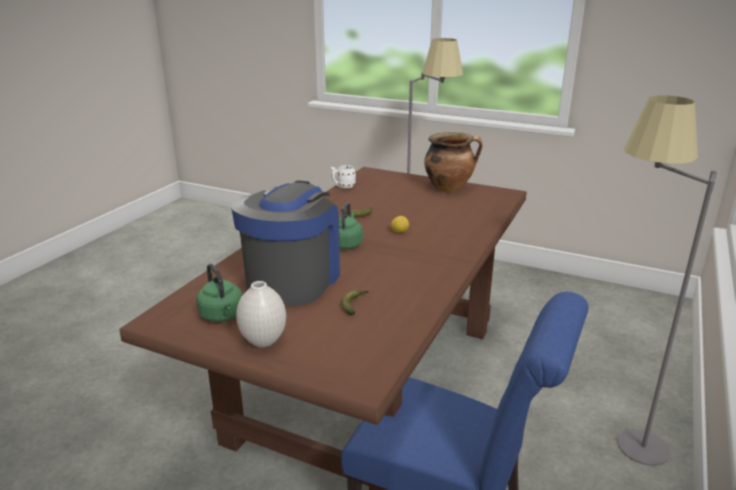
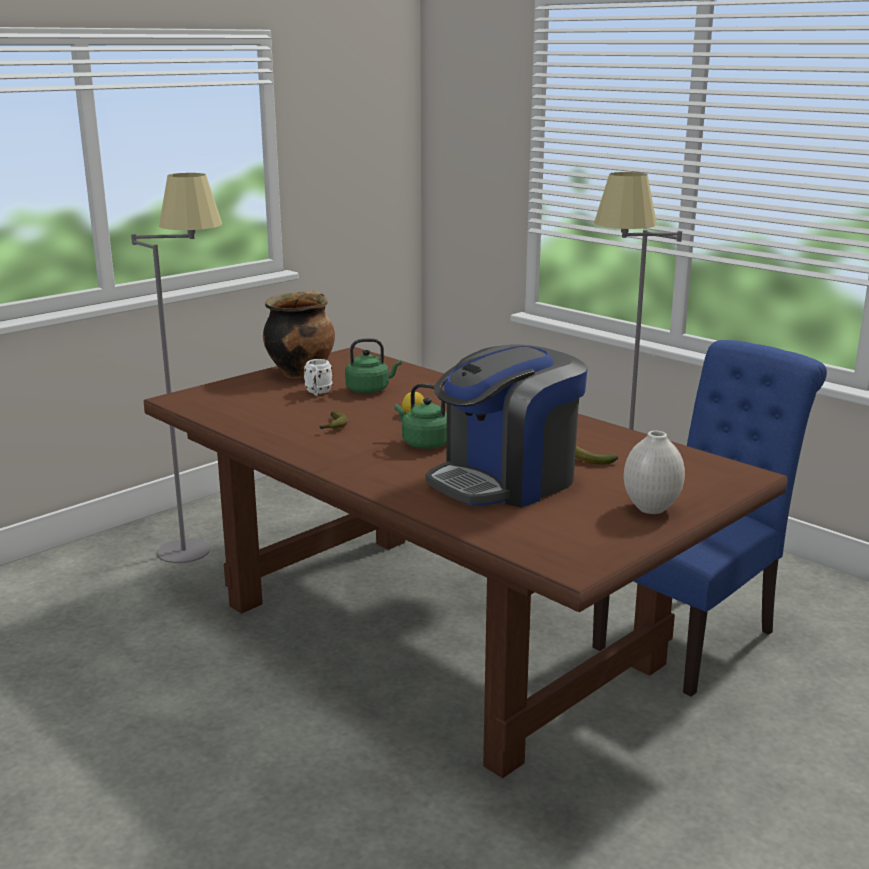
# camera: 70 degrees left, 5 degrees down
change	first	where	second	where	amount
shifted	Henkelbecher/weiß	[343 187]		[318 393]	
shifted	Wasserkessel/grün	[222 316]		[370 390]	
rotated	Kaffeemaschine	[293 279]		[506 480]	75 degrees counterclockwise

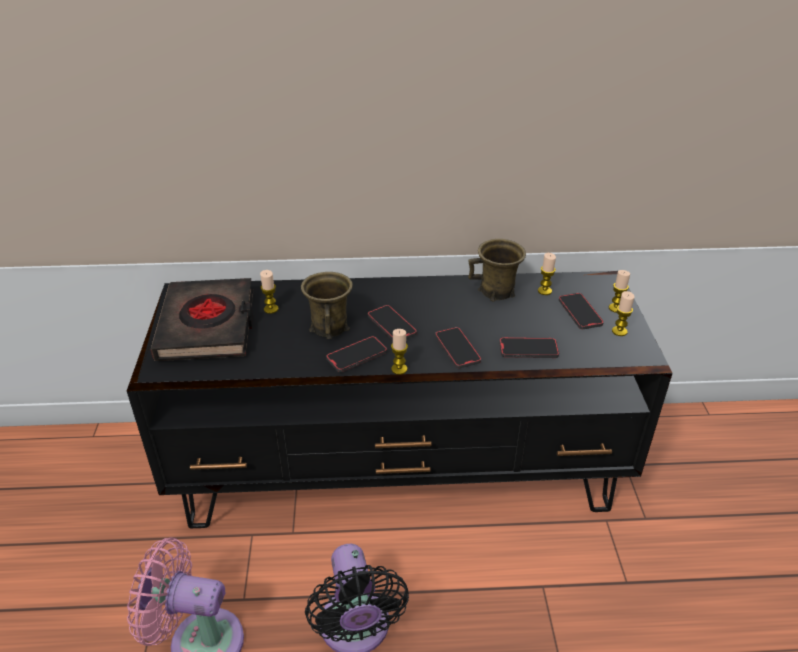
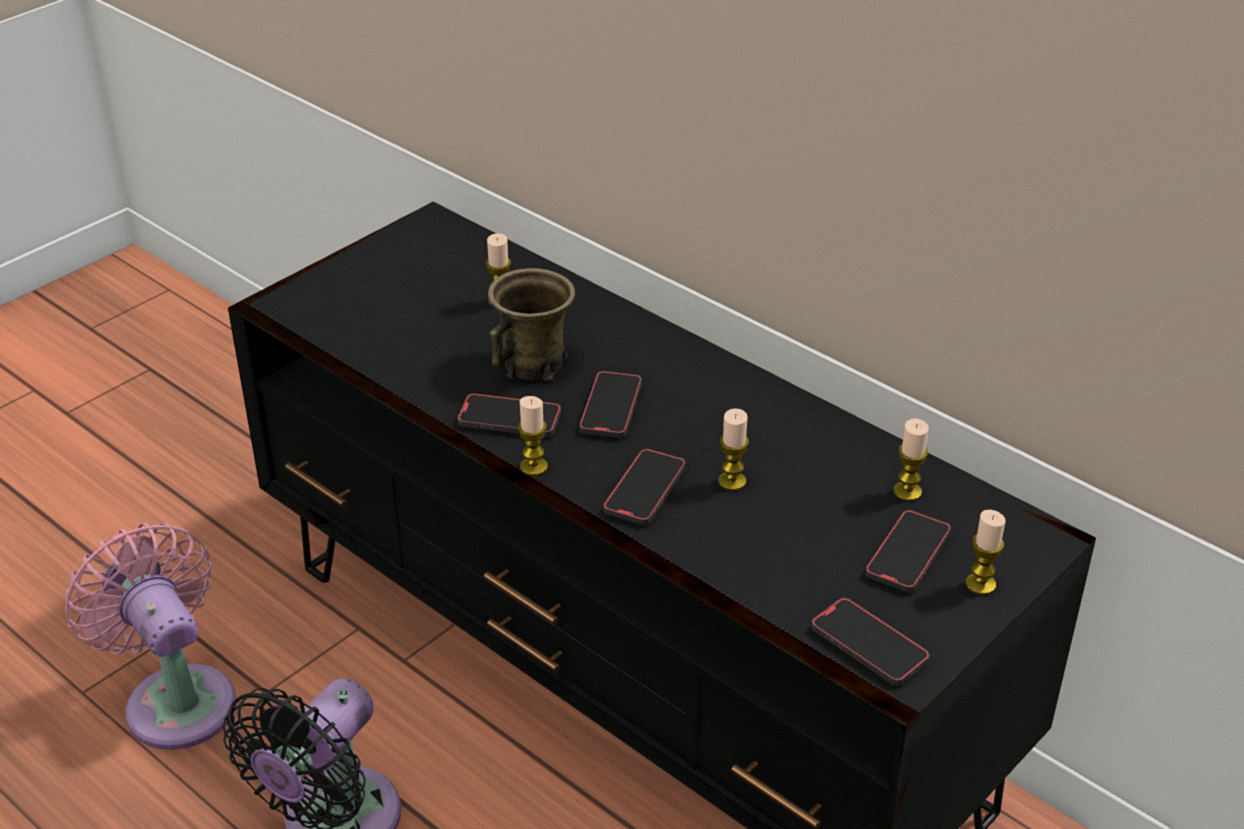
# camera: 45 degrees right, 0 degrees up
change	first	where	second	where	amount
shifted	Kerze	[619 331]		[732 481]	
shifted	Handy	[528 350]		[869 645]	
gone	Buch/schwarz	[208 326]			
gone	Henkelbecher/braun	[497 291]			

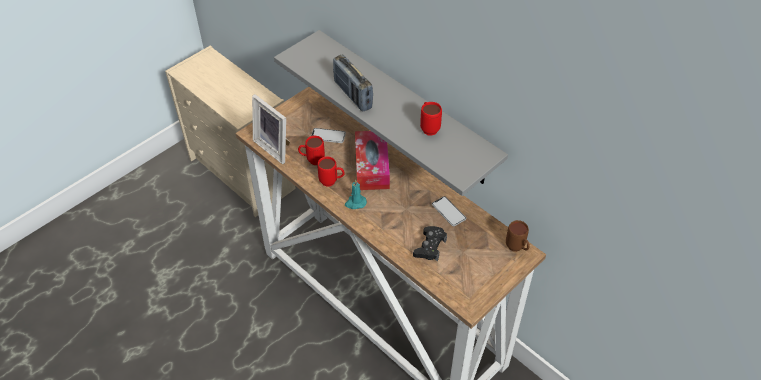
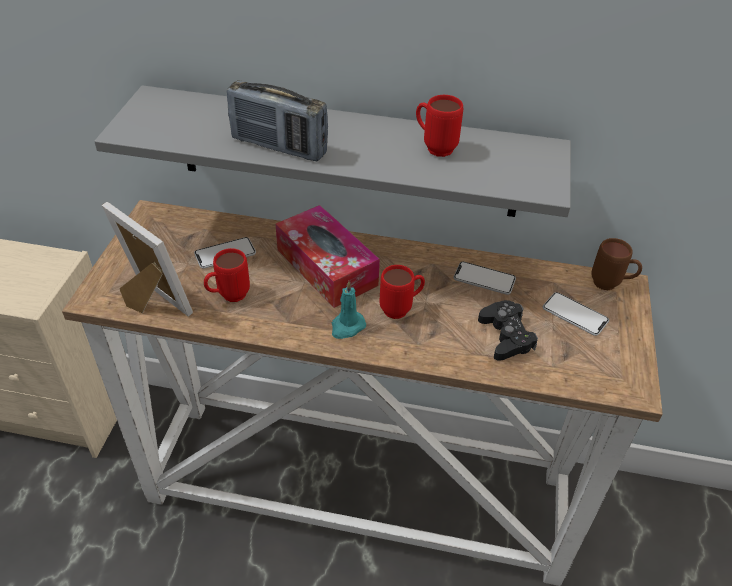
# camera: 35 degrees left, 5 degrees down
change	first	where	second	where	amount
rotated	Bilderrahmen	[275 147]		[151 303]	150 degrees counterclockwise
shifted	Henkelbecher/rot	[332 182]		[401 309]	
new			Handy	[575 315]	

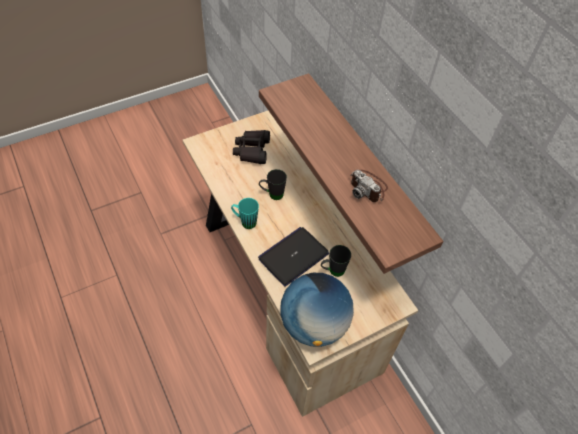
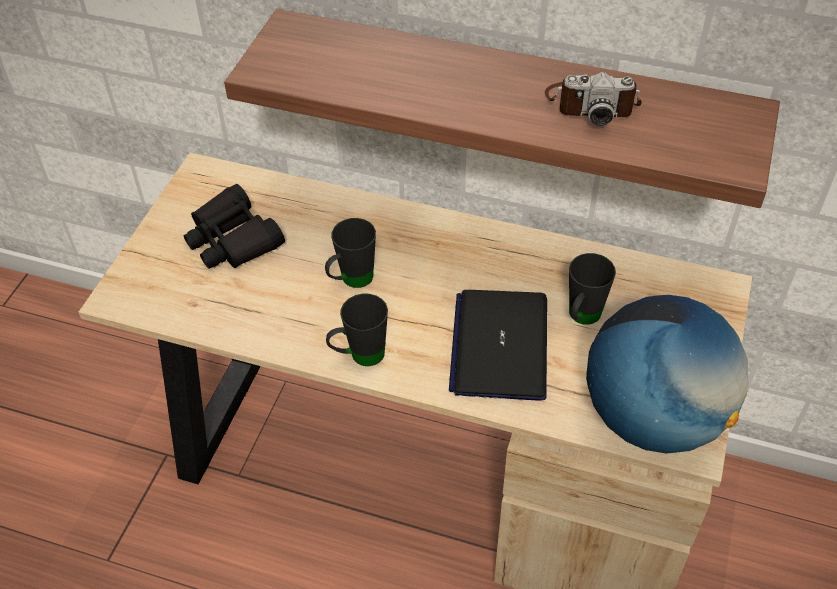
# camera: 40 degrees left, 5 degrees down
change	first	where	second	where	amount
repainted	Henkelbecher/türkis	[245 222]	Henkelbecher/schwarz	[359 356]	

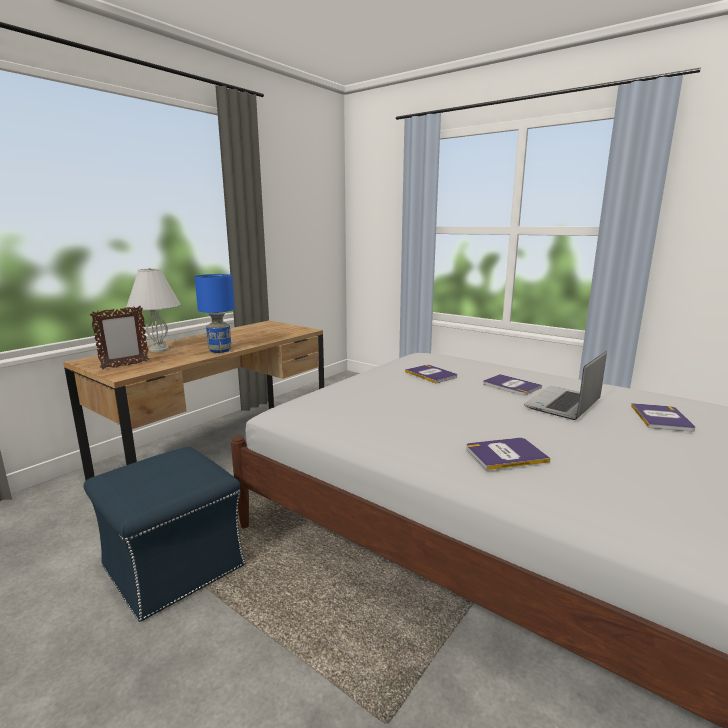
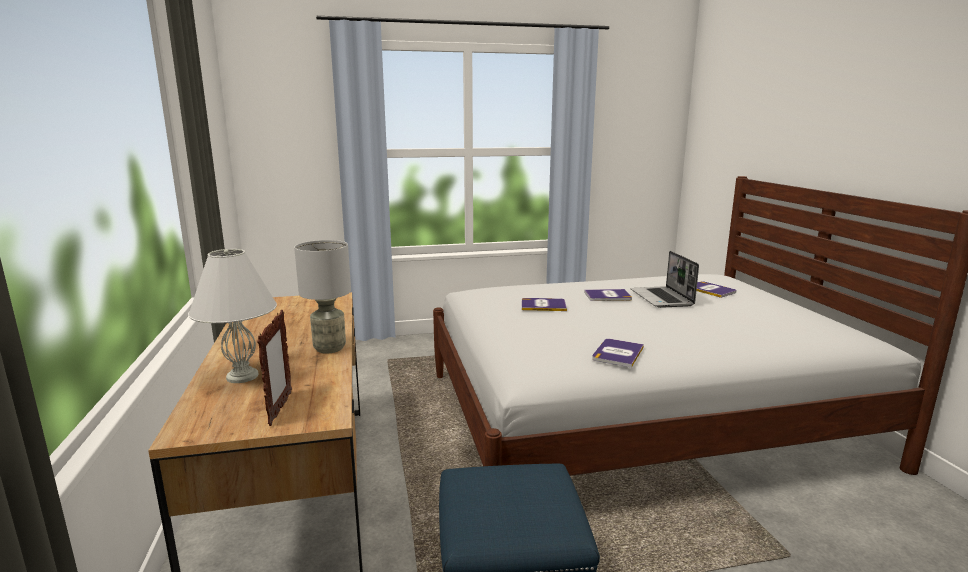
# camera: 50 degrees left, 0 degrees up
change	first	where	second	where	amount
repainted	Tischlampe/blau	[220 350]	Tischlampe/grau	[330 348]	
shifted	Buch	[505 454]		[618 353]	

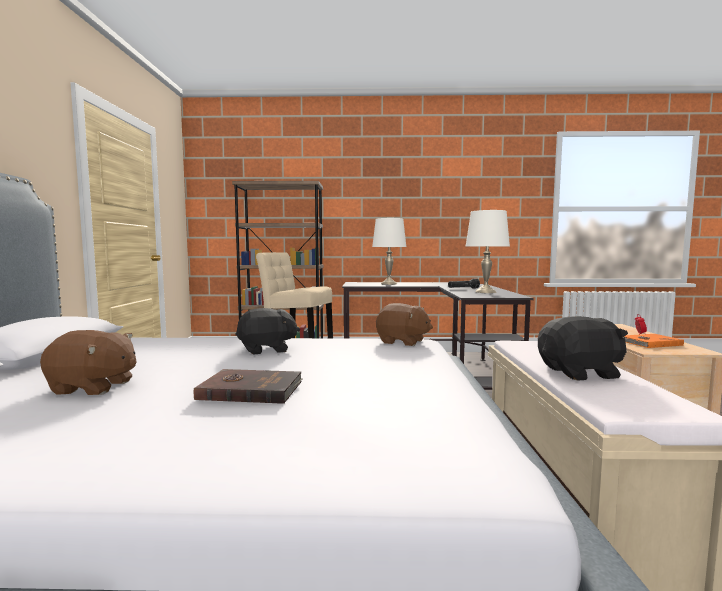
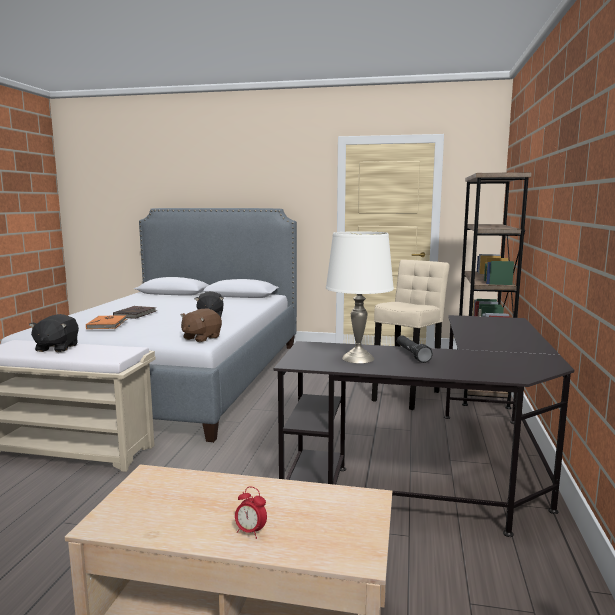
# camera: 100 degrees right, 5 degrees up
change	first	where	second	where	amount
shifted	Buch/orange	[649 343]		[108 324]	
gone	Plüschtier/braun	[93 387]			
gone	Tischlampe/weiß	[389 284]			

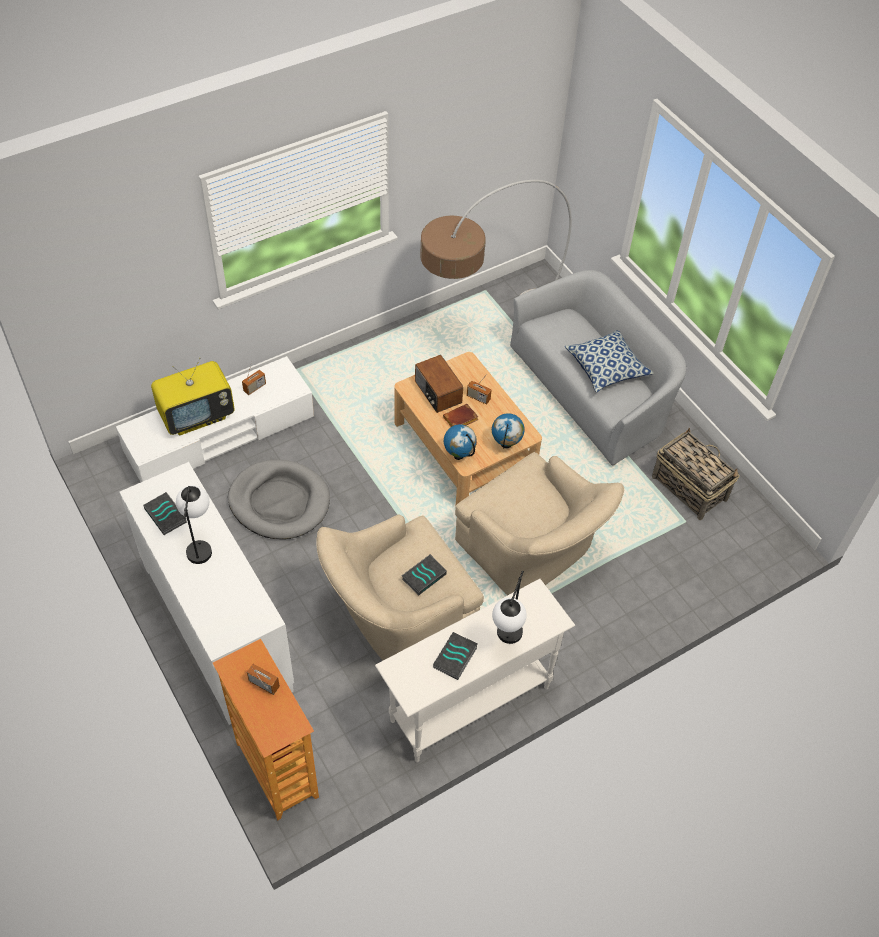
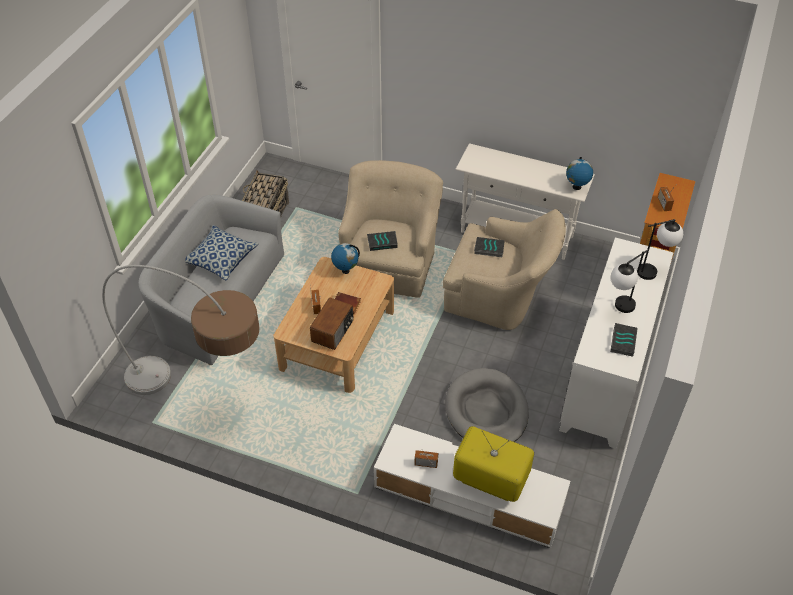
# camera: 125 degrees left, 5 degrees down
change	first	where	second	where	amount
shifted	Buch	[455 658]		[382 242]	
shifted	Globus	[459 455]		[576 187]	
shifted	Tischlampe	[506 641]		[654 270]	

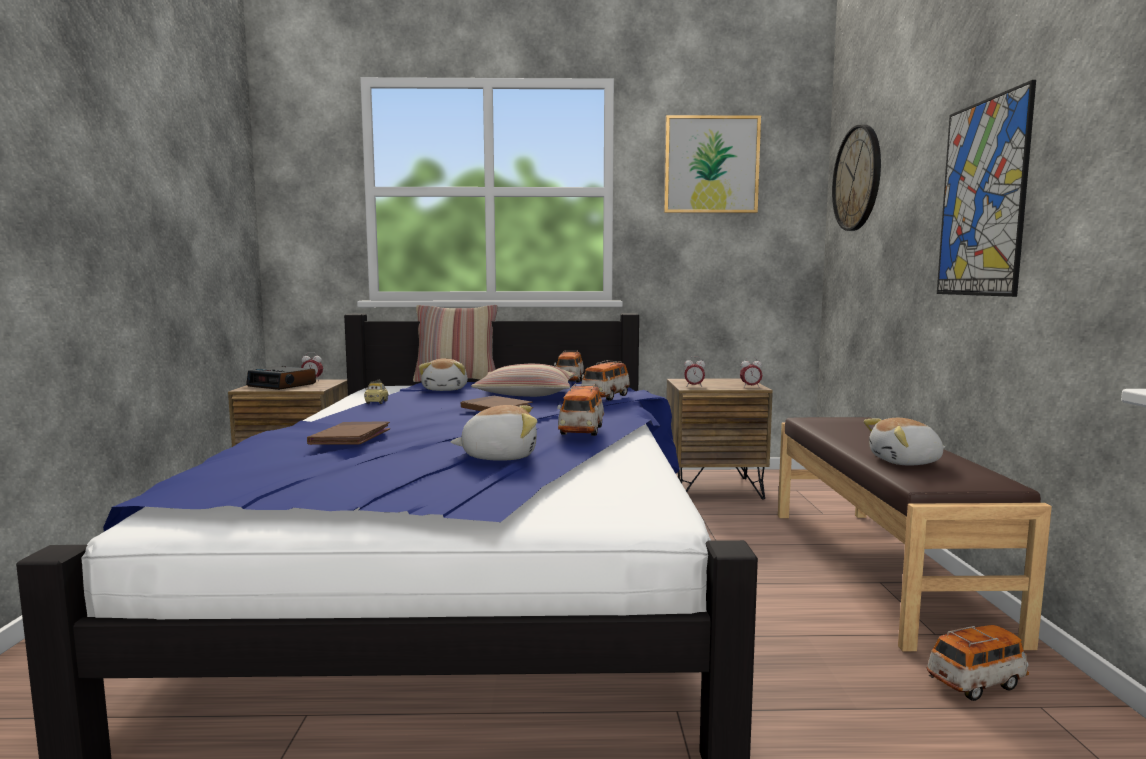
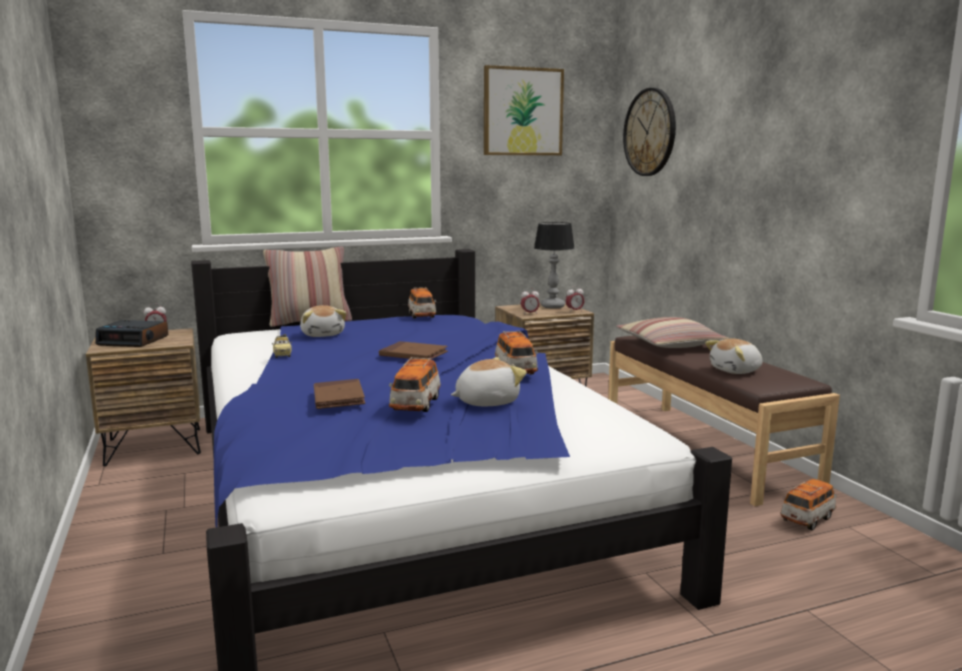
# camera: 20 degrees left, 5 degrees up
change	first	where	second	where	amount
shifted	Spielzeugauto	[605 397]		[415 405]	
new			Tischlampe	[553 306]	
shifted	Kissen	[526 394]		[670 345]	
gone	Bild	[982 198]			

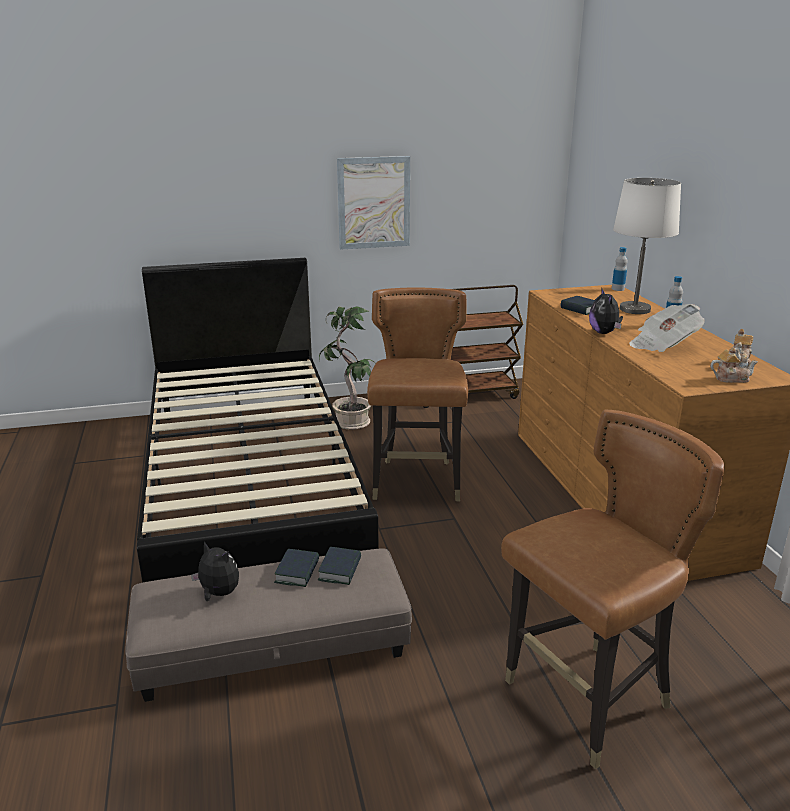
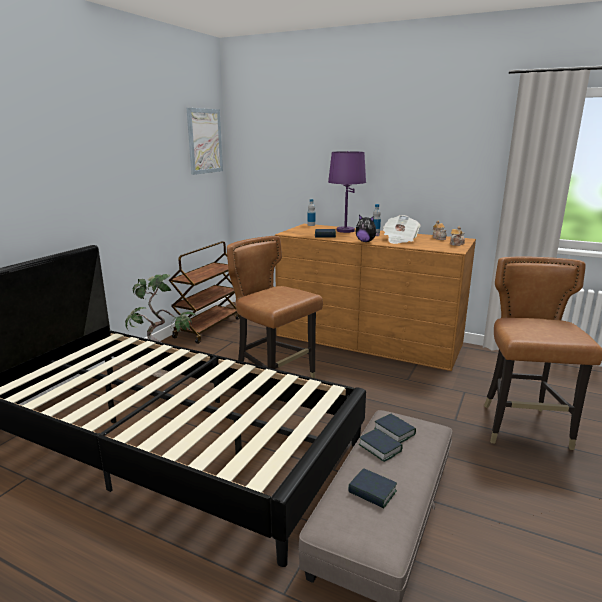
# camera: 50 degrees left, 5 degrees down
change	first	where	second	where	amount
shifted	Bild	[374 203]		[204 141]	
repainted	Tischlampe/weiß	[634 309]	Tischlampe/lila	[345 230]	
swapped	Plüschtier	[218 594]	Buch	[372 492]	

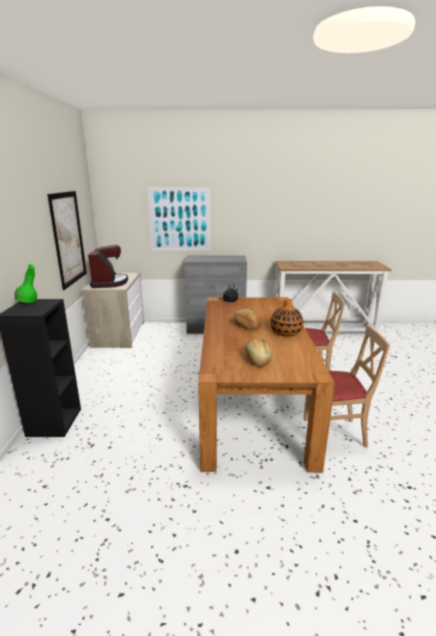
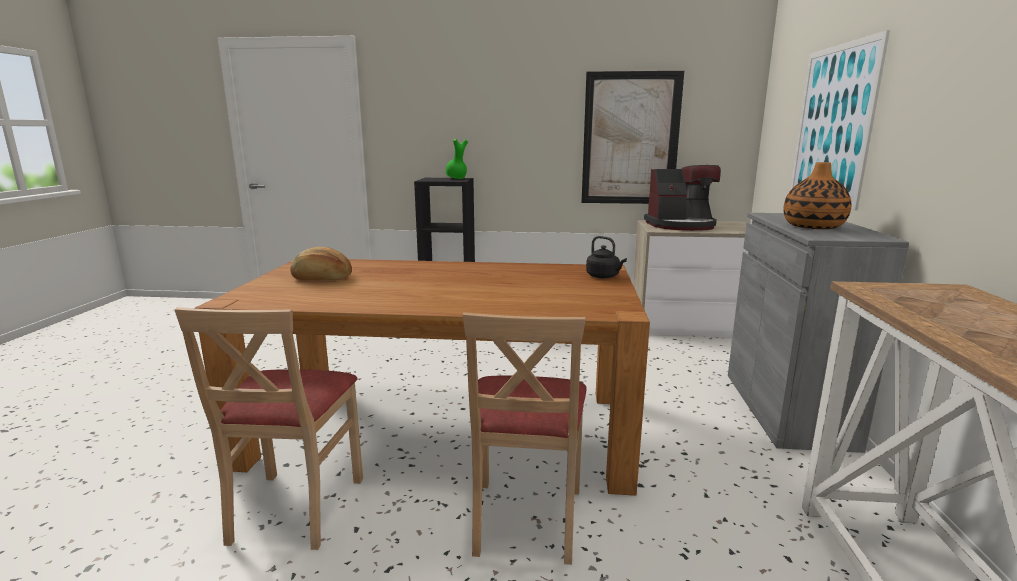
# camera: 95 degrees right, 5 degrees down
change	first	where	second	where	amount
shifted	Vase	[286 332]		[813 227]	
gone	Brot	[246 325]			

